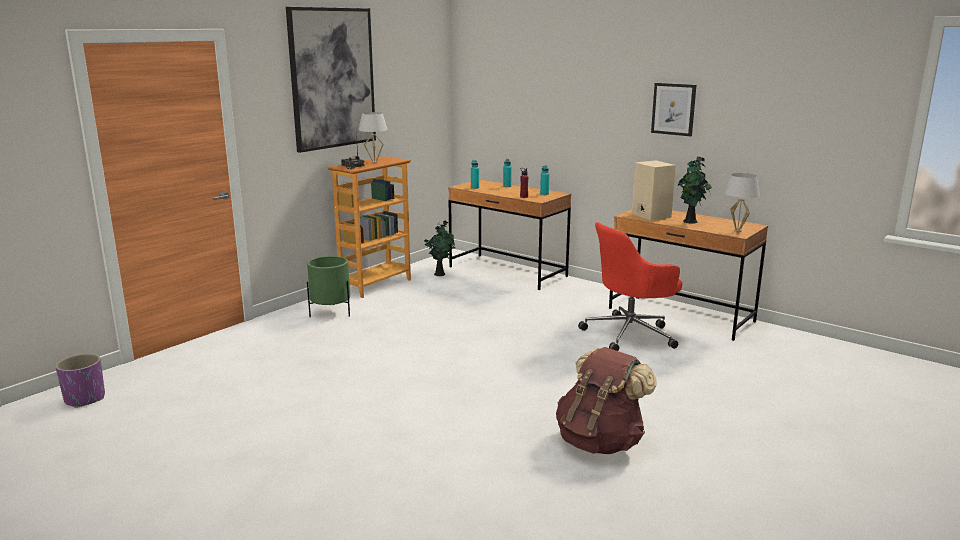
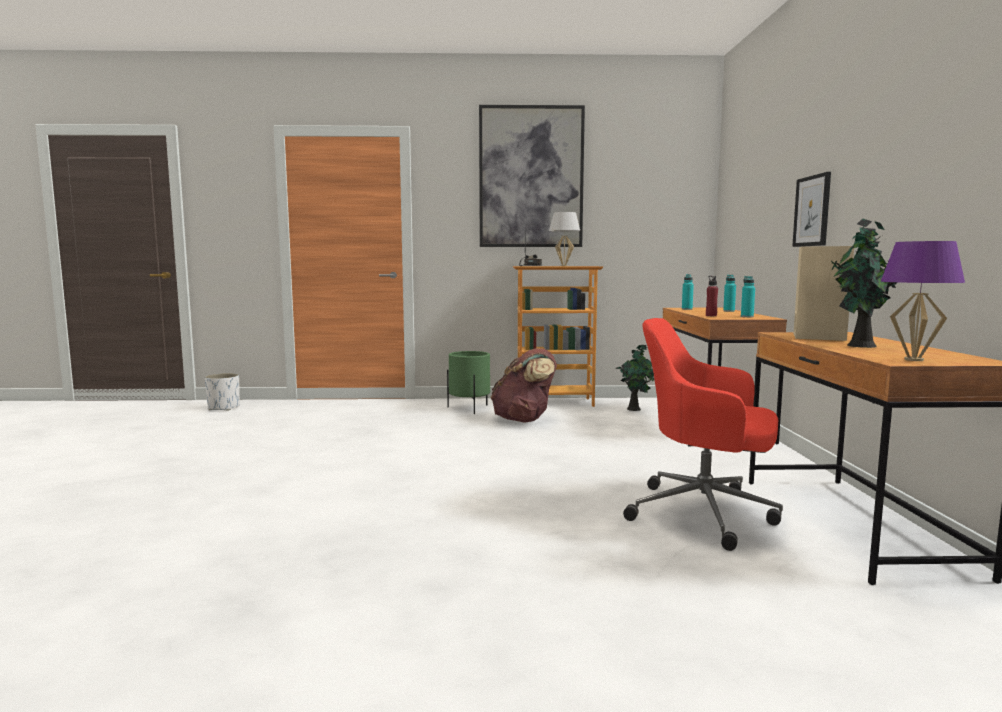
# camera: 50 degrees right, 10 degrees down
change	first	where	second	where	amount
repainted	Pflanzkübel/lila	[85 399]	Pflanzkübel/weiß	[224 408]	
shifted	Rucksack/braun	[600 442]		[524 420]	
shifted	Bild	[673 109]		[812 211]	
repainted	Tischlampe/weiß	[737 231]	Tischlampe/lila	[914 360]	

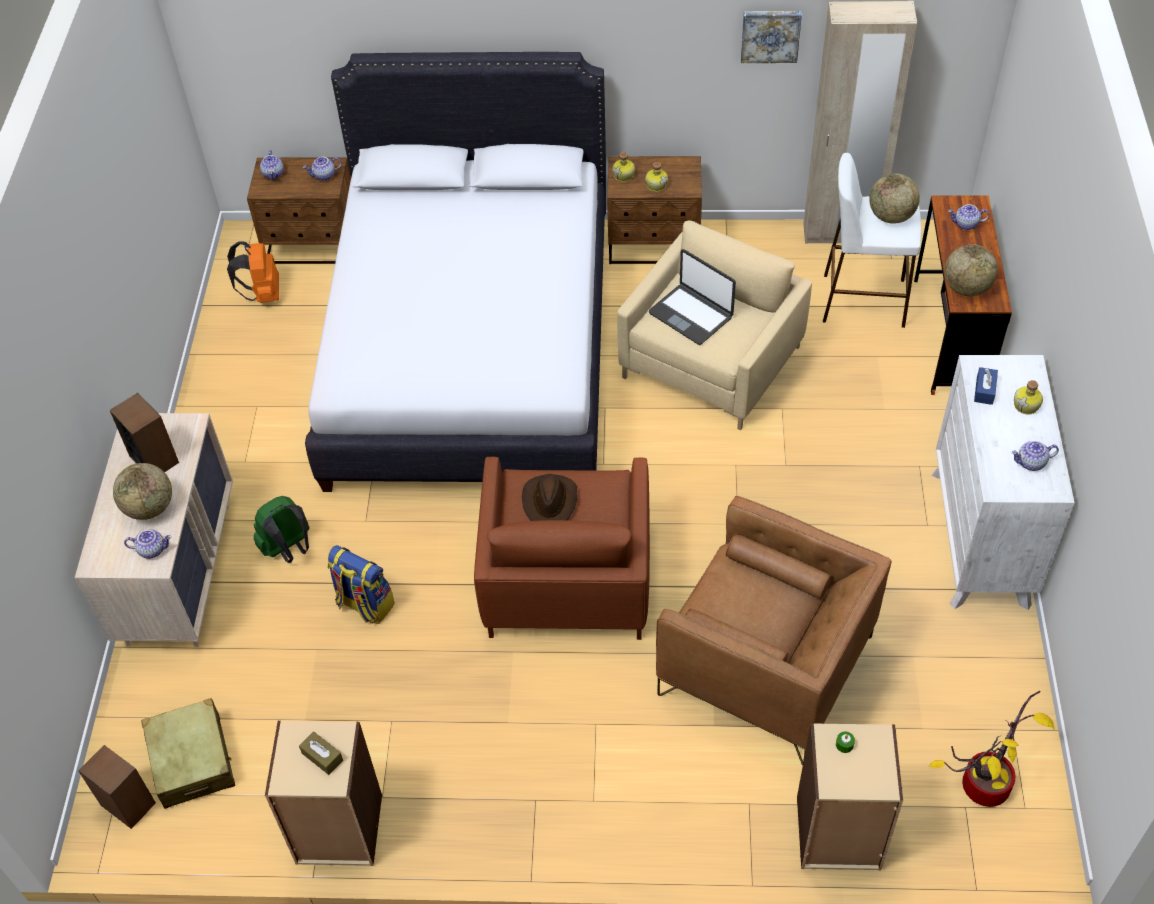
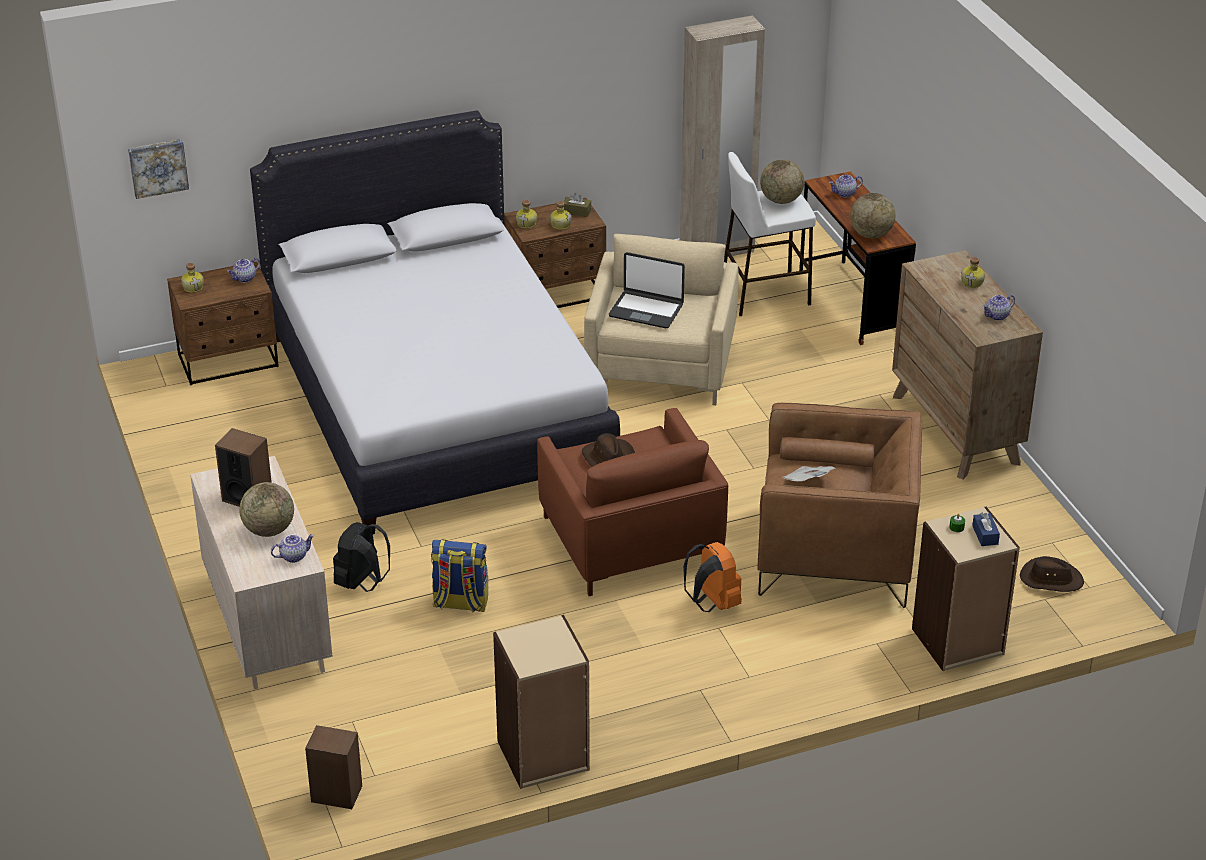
# camera: 25 degrees left, 15 degrees down
change	first	where	second	where	amount
shifted	Bild	[770 35]		[158 167]	
swapped	Teekanne	[273 174]	Flasche	[193 287]	
repainted	Rucksack/grün	[289 549]	Rucksack/schwarz	[362 583]	
shifted	Taschentuchbox/braun	[322 757]		[576 211]	
shifted	Rucksack/orange	[262 294]		[712 603]	
new			Zeitung	[807 484]	
repainted	Kommode/weiß	[980 538]	Kommode/braun	[956 429]	
shifted	Taschentuchbox/blau	[984 390]		[985 535]	
swapped	Topfpflanze	[986 781]	Hut/braun	[1050 579]	
gone	Koffer/beige	[192 760]			

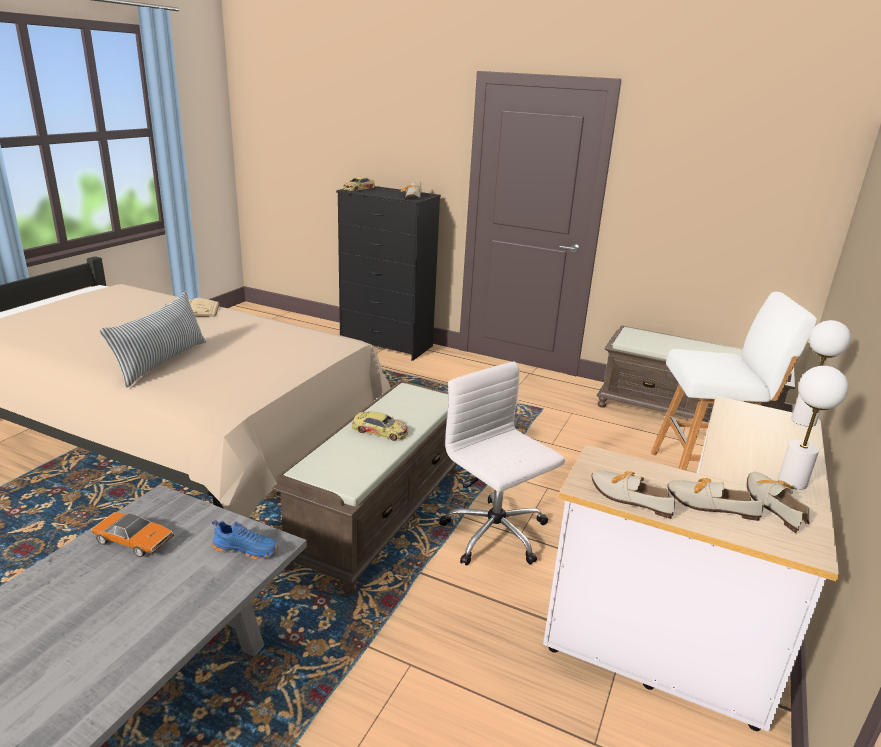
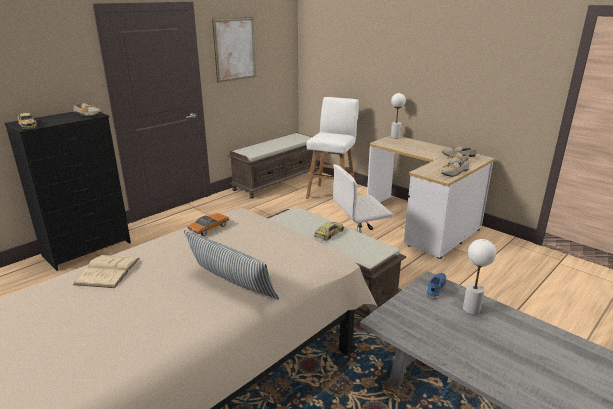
# camera: 70 degrees left, 0 degrees up
change	first	where	second	where	amount
shifted	Spielzeugauto	[134 541]		[209 228]	
new			Bild	[235 49]	
shifted	Tischlampe/weiß	[792 482]		[471 309]	

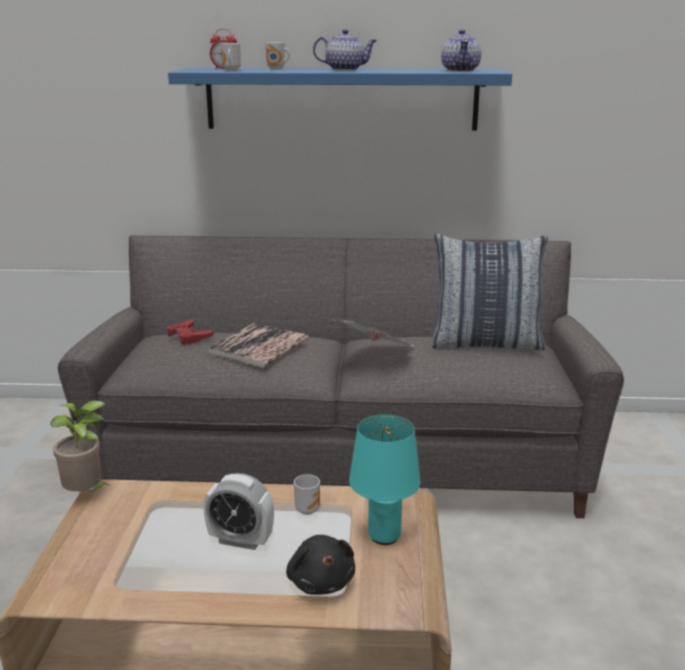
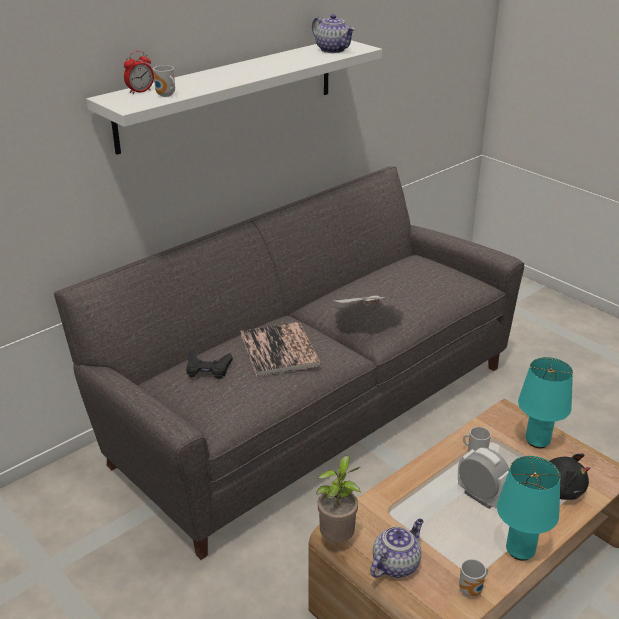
# camera: 45 degrees left, 10 degrees up
change	first	where	second	where	amount
repainted	Wandregal/blau	[341 99]	Wandregal/weiß	[229 93]	
repainted	Gamepad/rot	[188 336]	Gamepad/schwarz	[208 369]	
shifted	Teekanne	[345 69]		[396 564]	
rotated	Wecker	[240 540]		[481 497]	105 degrees counterclockwise
shifted	Henkelbecher	[276 69]		[472 590]	
new			Tischlampe/türkis	[519 551]	
gone	Kissen	[486 343]			

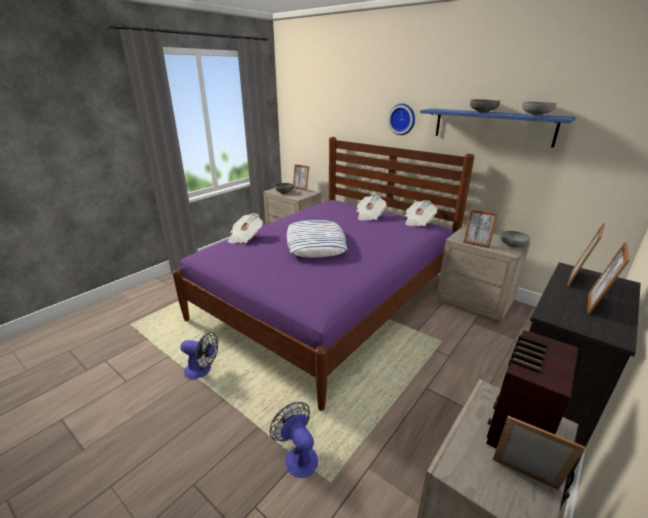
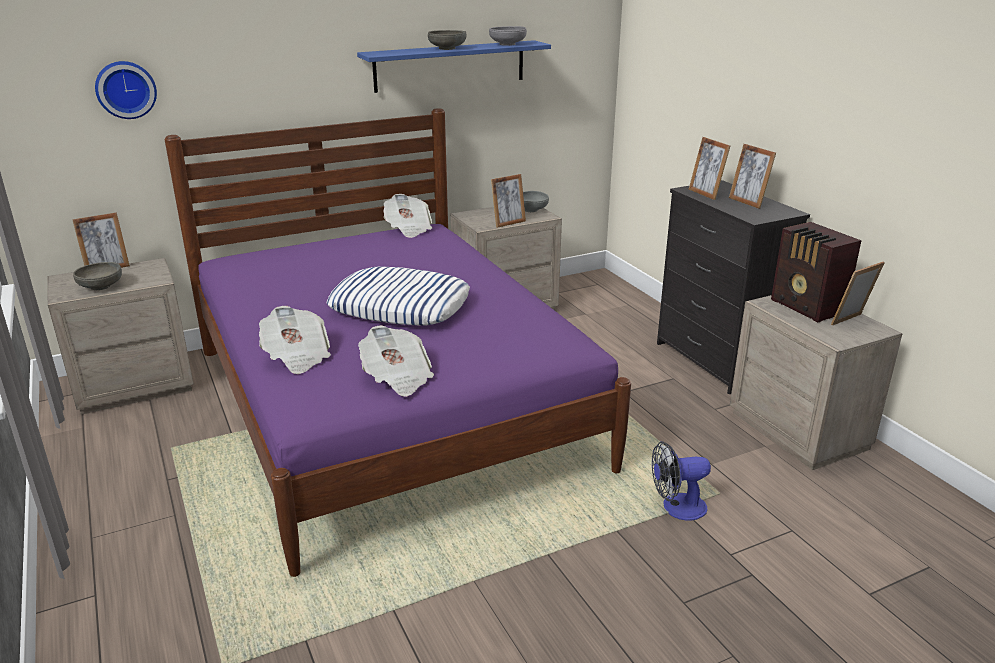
# camera: 65 degrees left, 0 degrees up
change	first	where	second	where	amount
shifted	Wanduhr	[402 119]		[125 89]	
shifted	Zeitung	[369 216]		[397 378]	
gone	Ventilator	[202 370]			

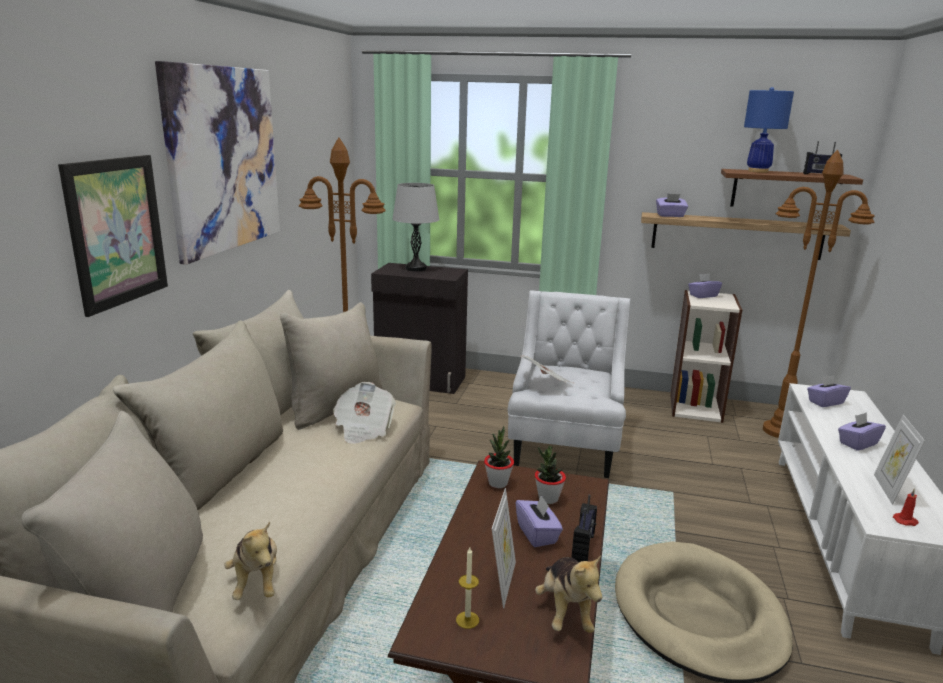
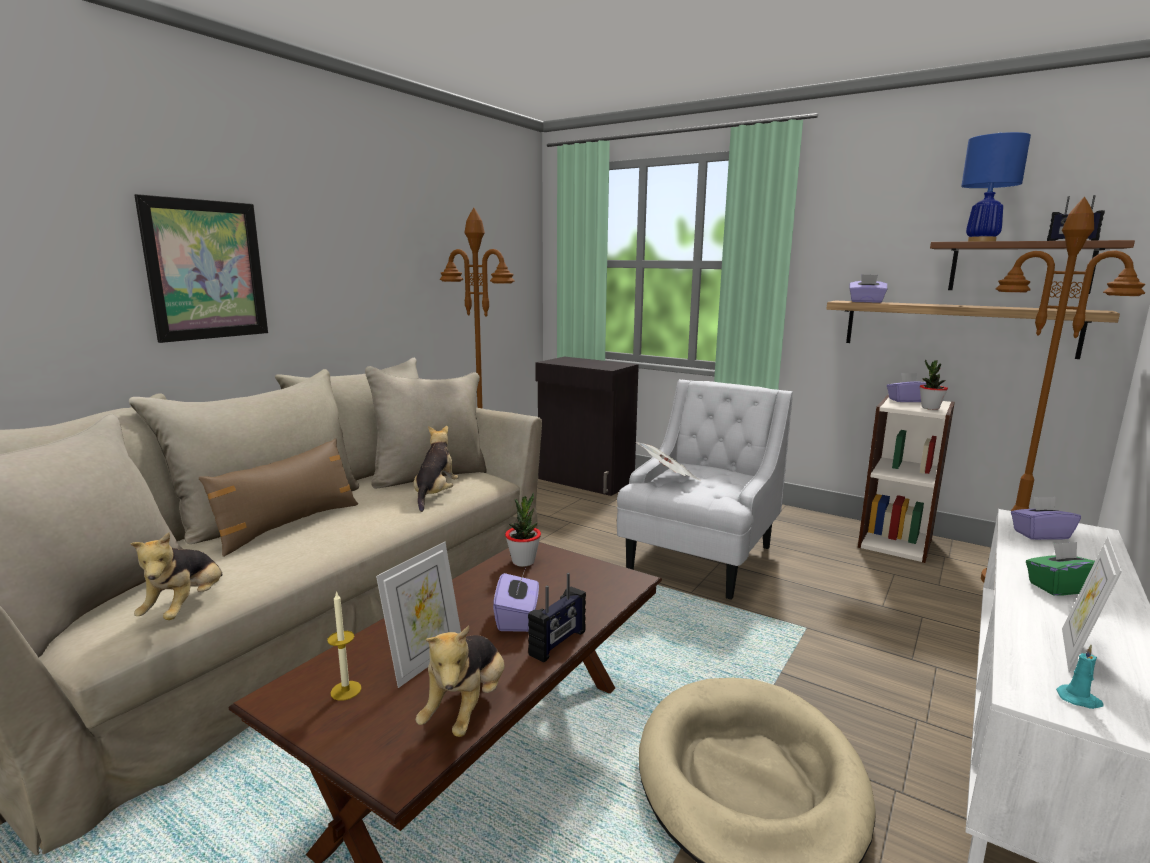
# camera: 20 degrees right, 5 degrees down
change	first	where	second	where	amount
new			Kissen/braun	[289 525]	
swapped	Zeitung	[363 428]	Plüschtier	[435 495]	
shifted	Topfpflanze	[548 499]		[930 408]	
repainted	Taschentuchbox/lila	[857 443]	Taschentuchbox/grün	[1060 587]	
repainted	Kerze/rot	[905 521]	Kerze/türkis	[1079 699]	
gone	Bild	[224 159]			
gone	Tischlampe/grau	[416 268]			

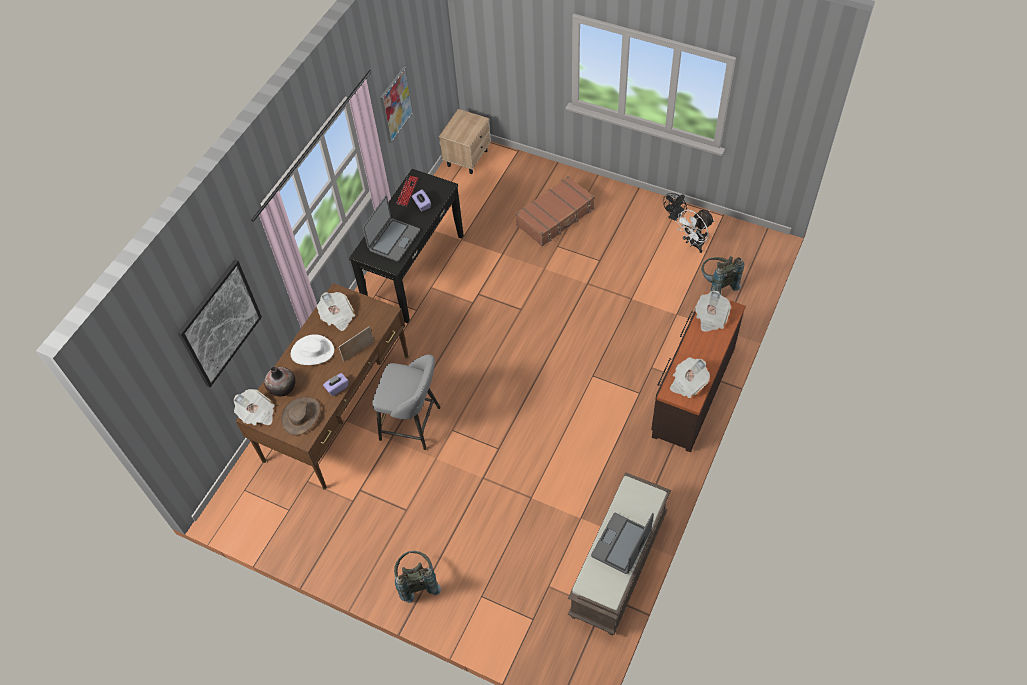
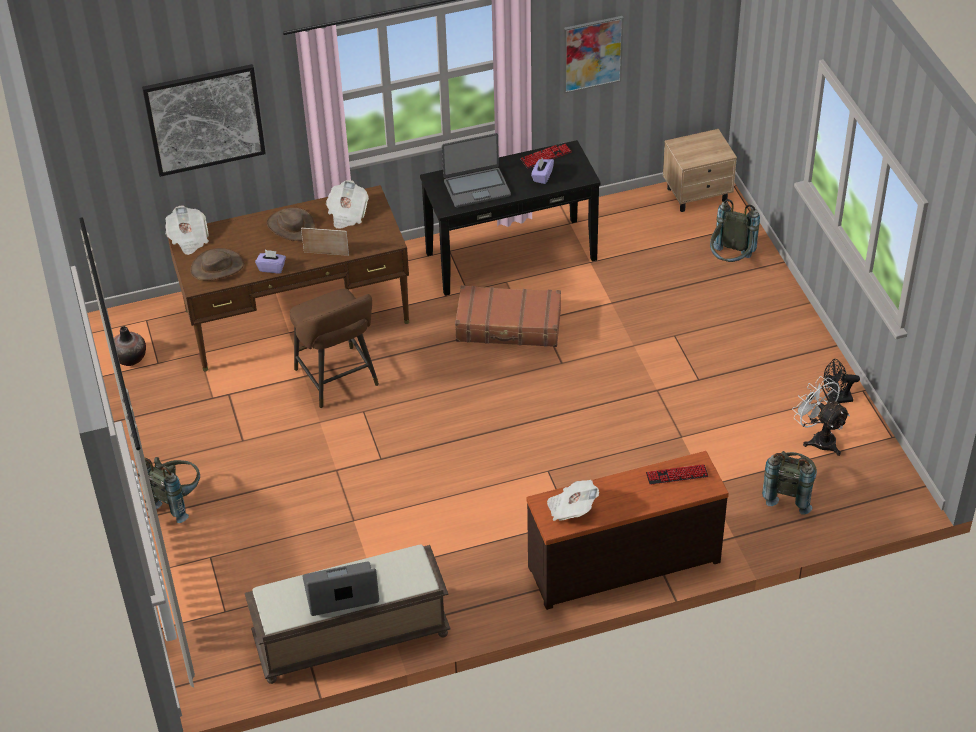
# camera: 45 degrees right, 10 degrees down
change	first	where	second	where	amount
shifted	Vase	[282 387]		[130 358]	
repainted	Hut/weiß	[312 352]	Hut/braun	[291 226]	
repainted	Hocker/grau	[414 424]	Hocker/braun	[338 380]	
shifted	Koffer/braun	[556 217]		[509 326]	
swapped	Zeitung	[710 318]	Tastatur	[677 475]	
new			Rucksack/grau	[730 261]	
rotated	Ventilator/weiß	[693 244]		[819 438]	45 degrees clockwise

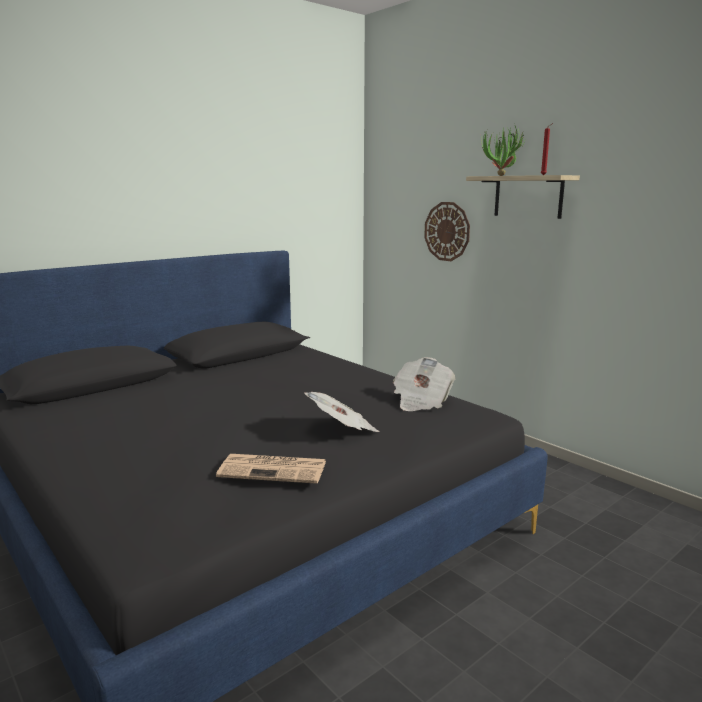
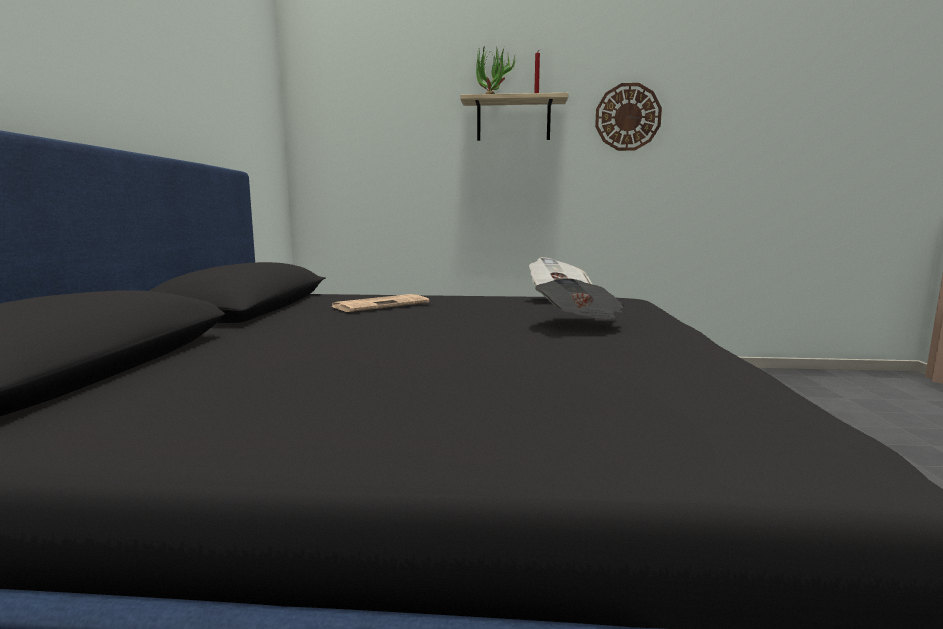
# camera: 45 degrees left, 5 degrees down
change	first	where	second	where	amount
shifted	Zeitung	[274 469]		[381 305]	
shifted	Wanduhr	[447 231]		[628 117]	

